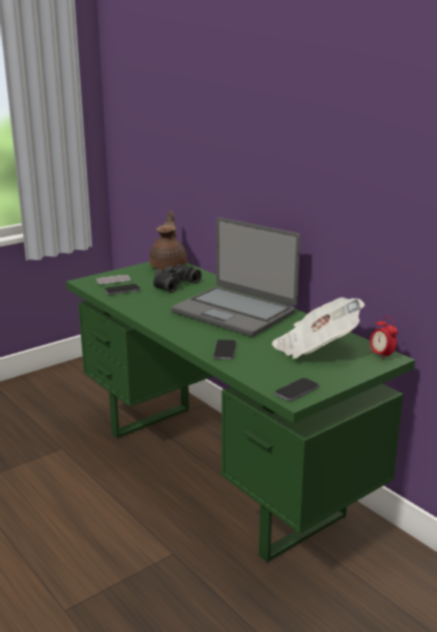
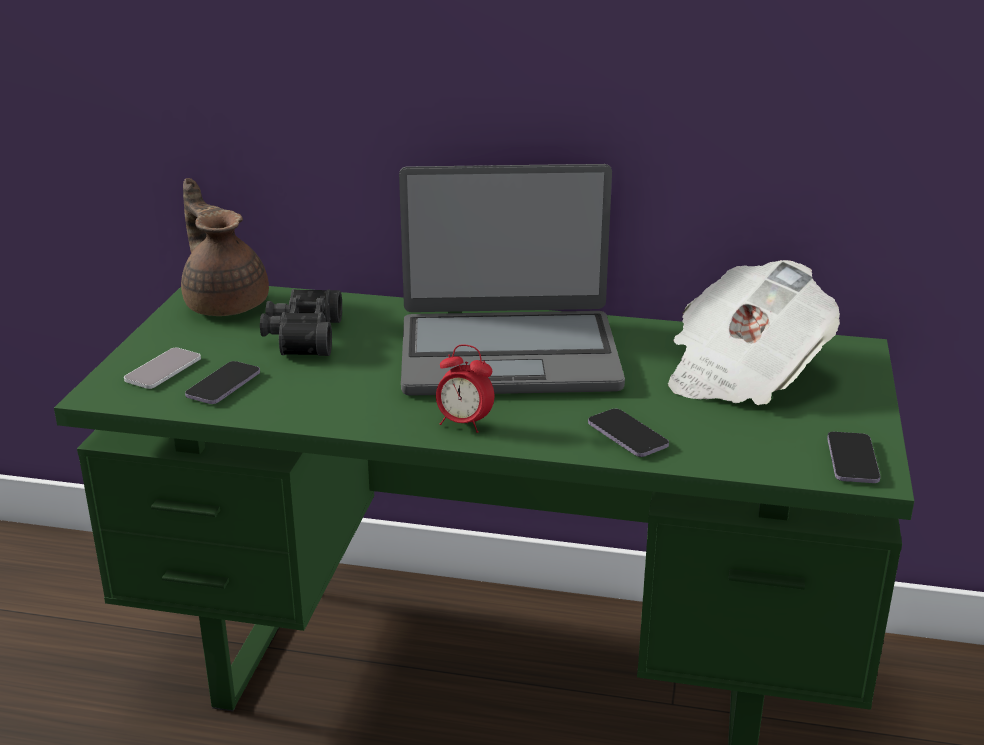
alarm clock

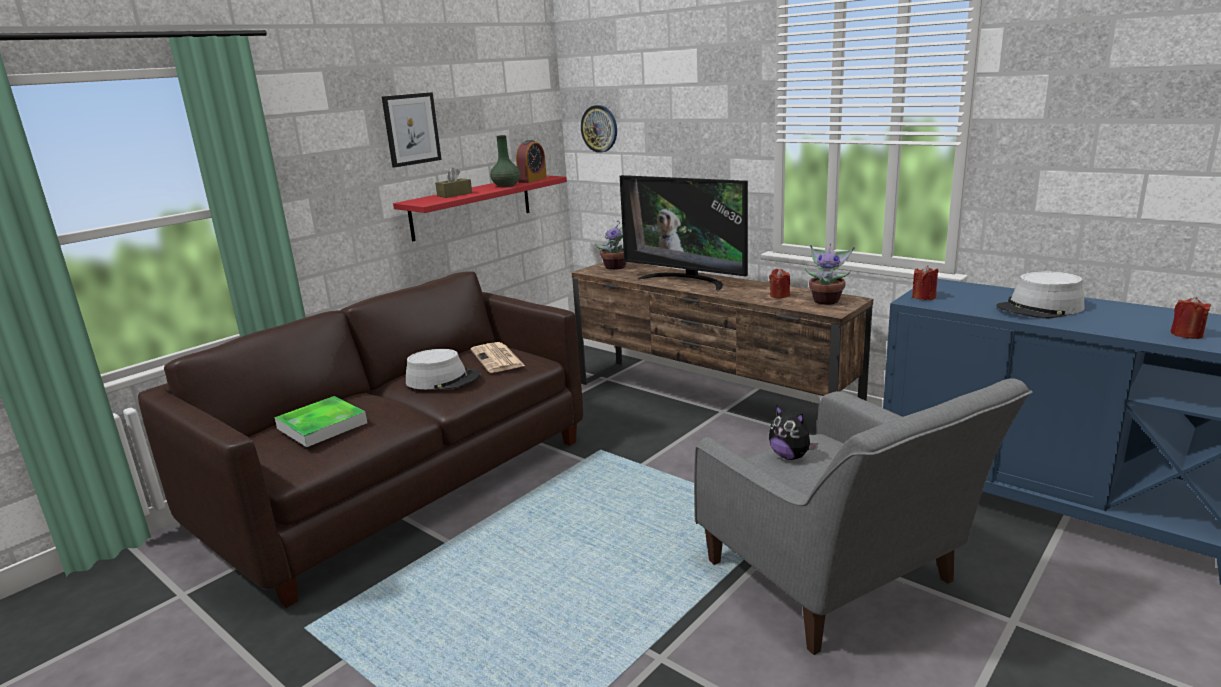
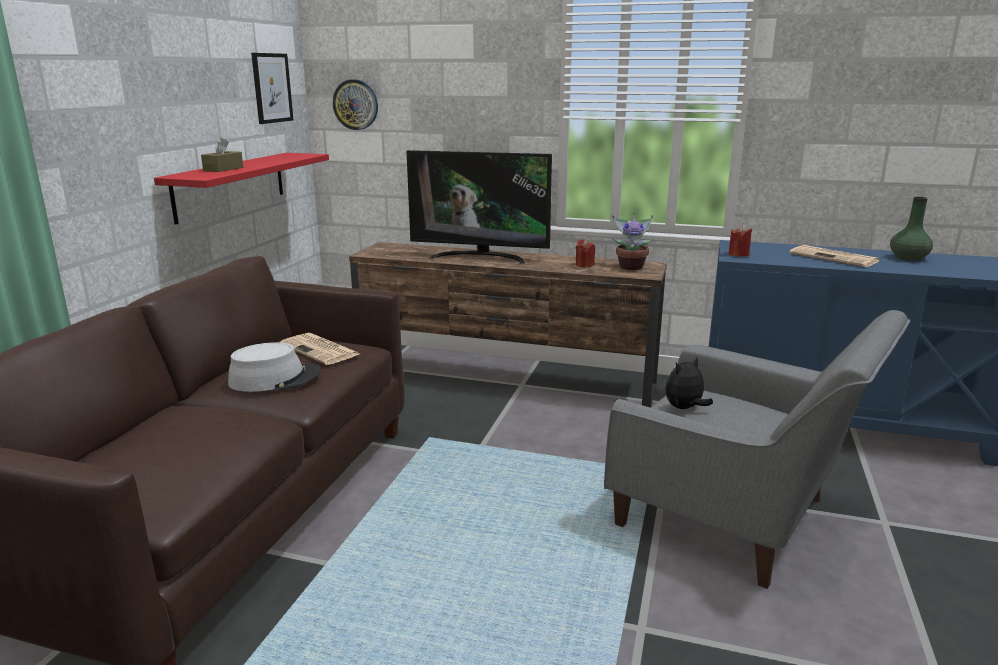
tray; picture; green vase; alarm clock; potted plant (no. 1 from left in the first image); plush toy; newspaper (no. 2 from left); red candle (no. 3 from left in the first image)

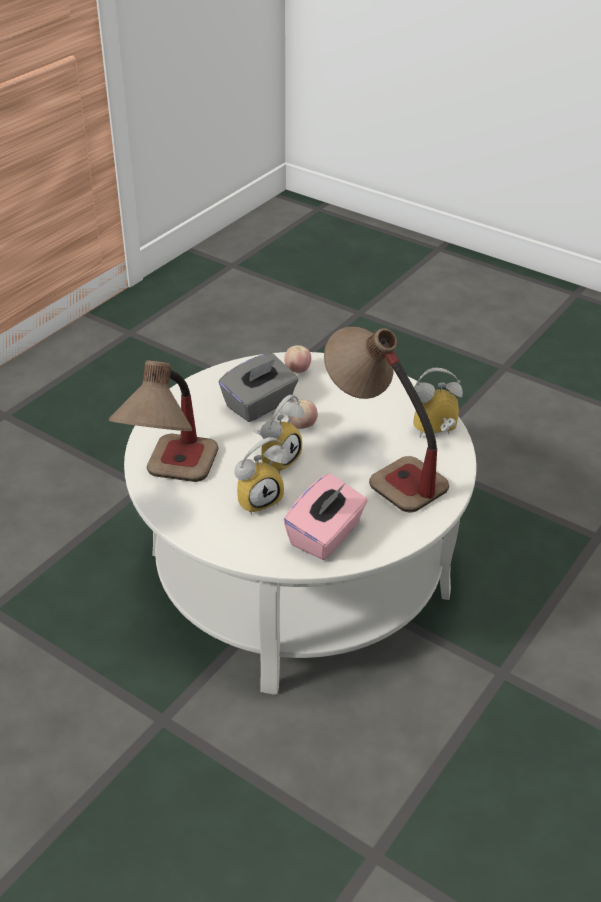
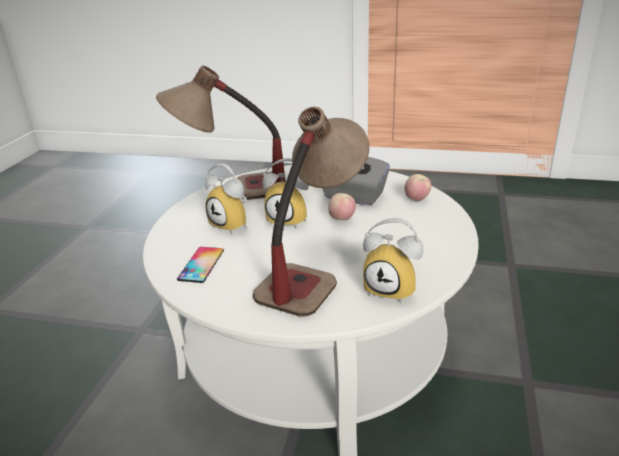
phone; alarm clock (no. 3 from left)

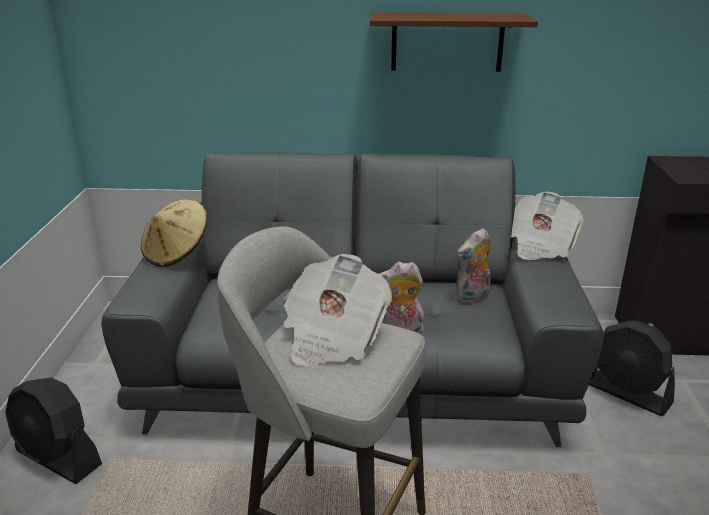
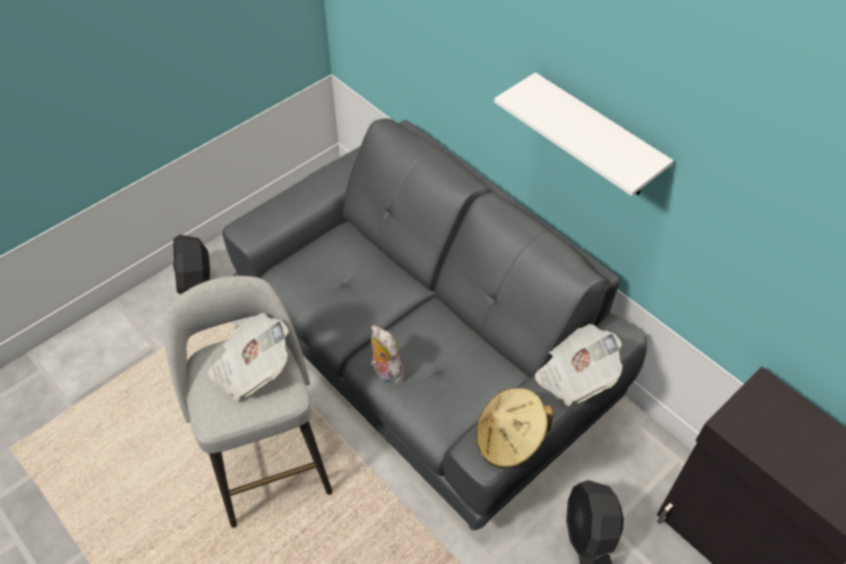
beige hat; white shelf; plush toy (no. 2 from left in the first image)

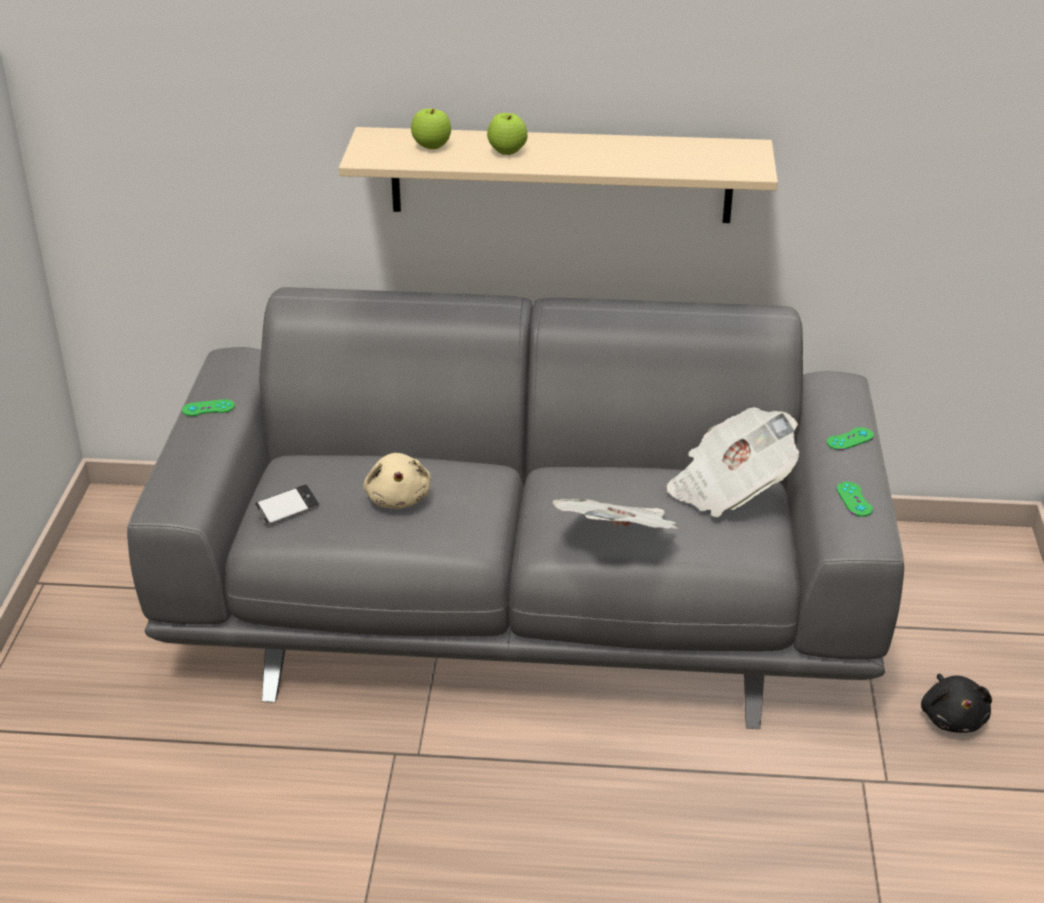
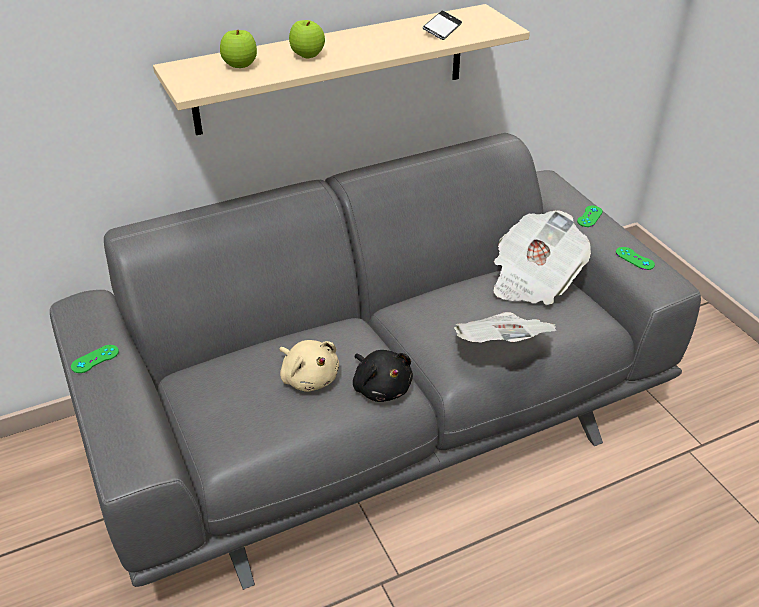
phone; black plush toy

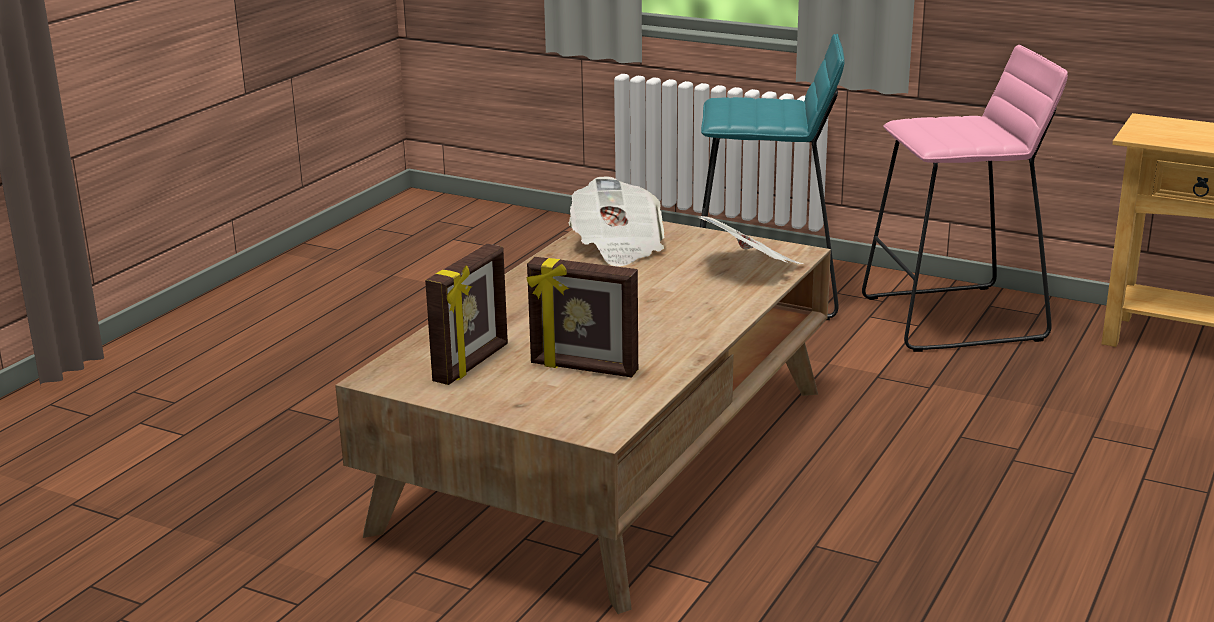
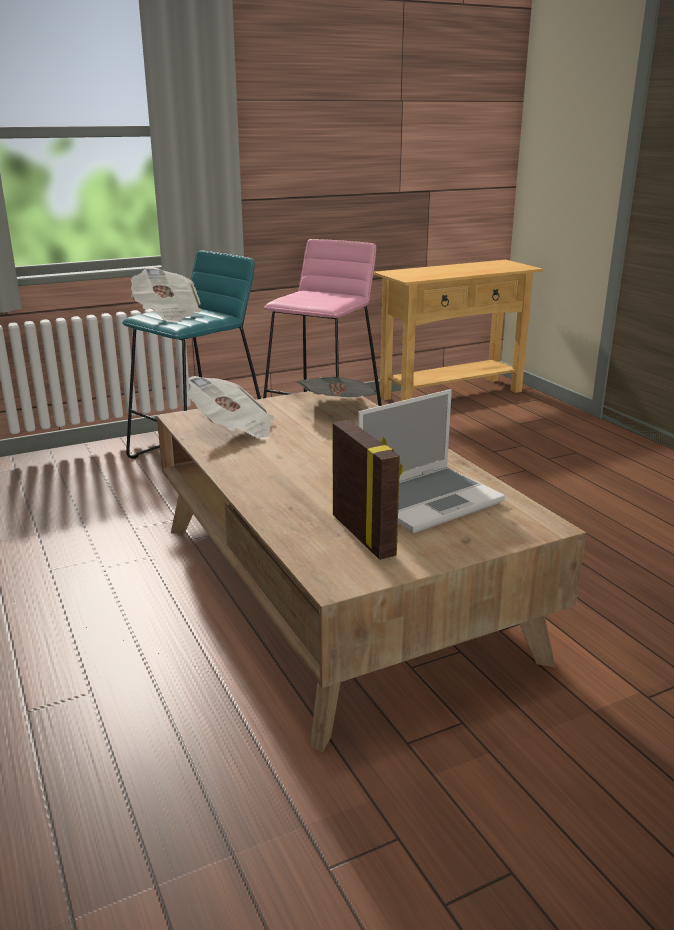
laptop; newspaper (no. 1 from left)

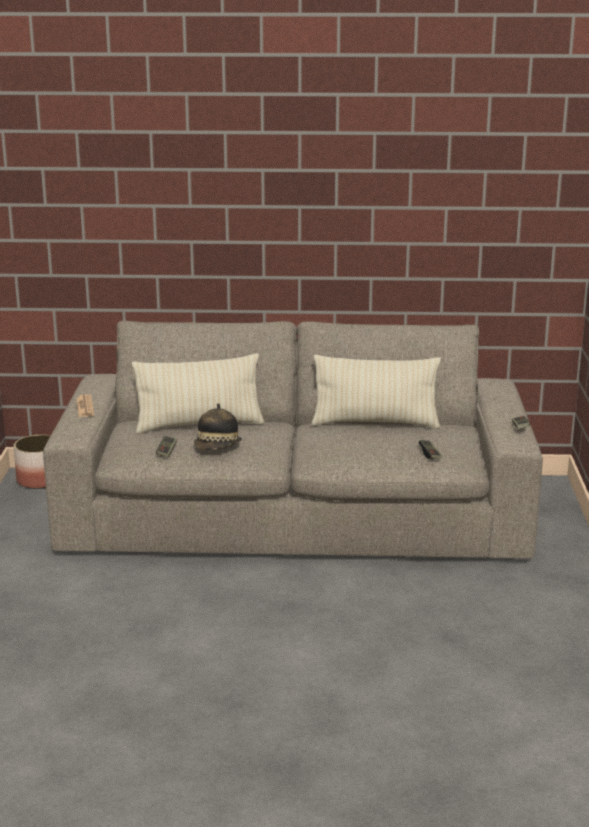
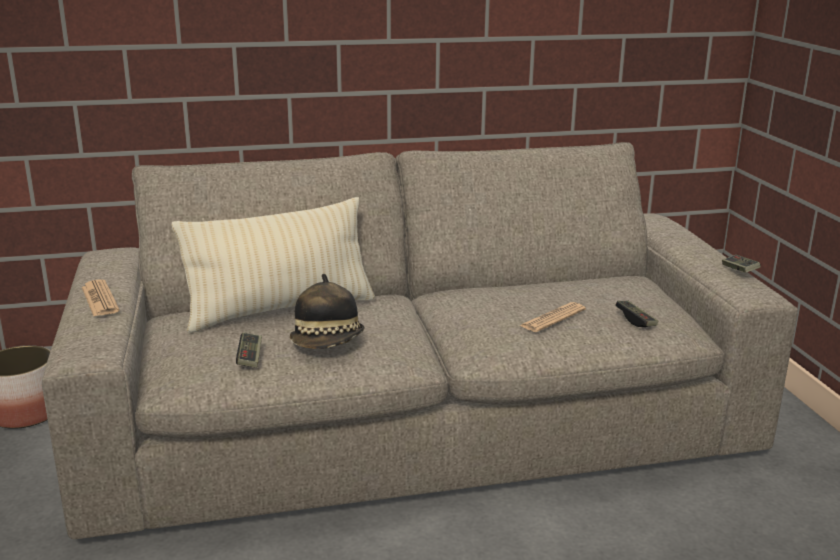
beige pillow (no. 2 from left in the first image); newspaper (no. 2 from left)

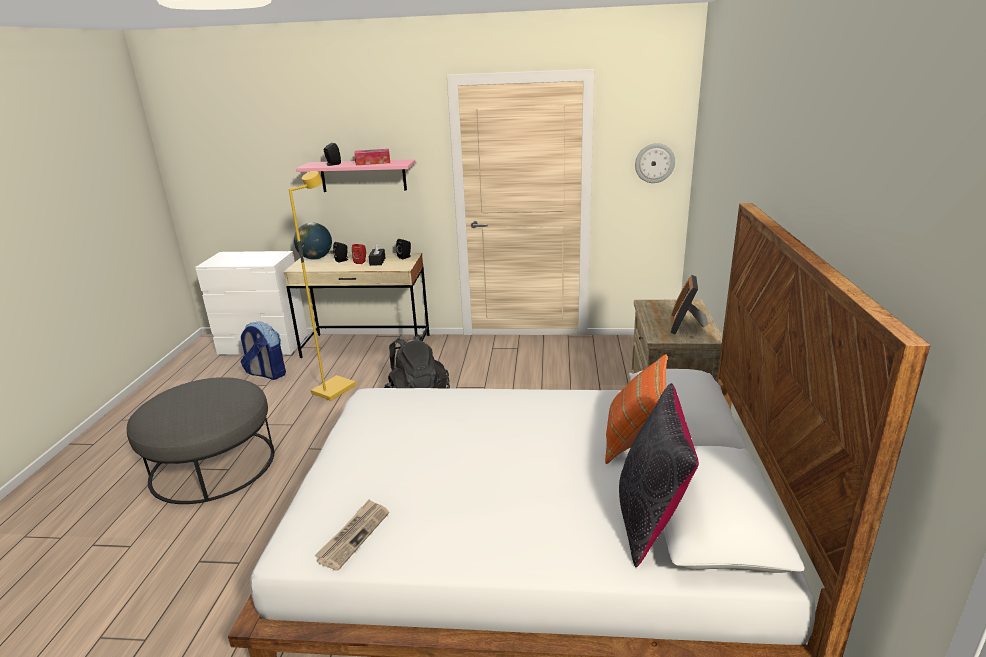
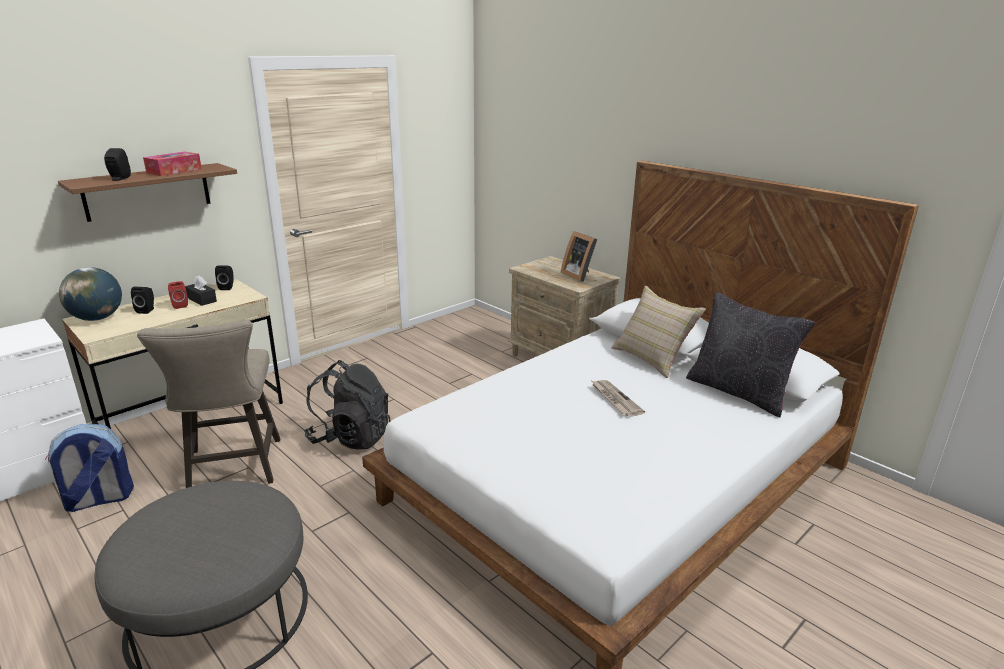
beige stool; brown shelf; newspaper; beige pillow; wall clock

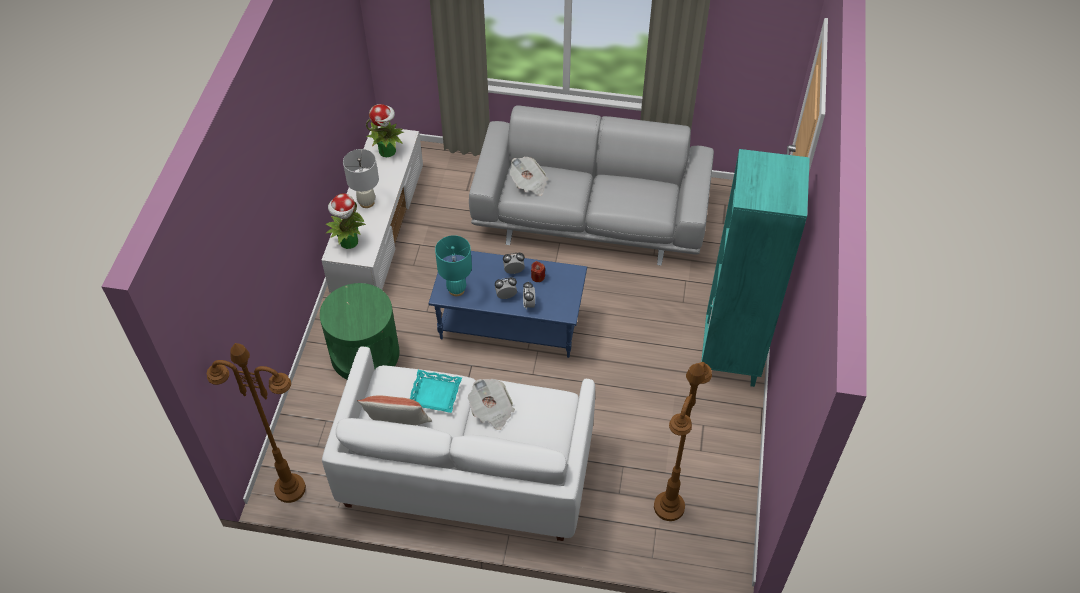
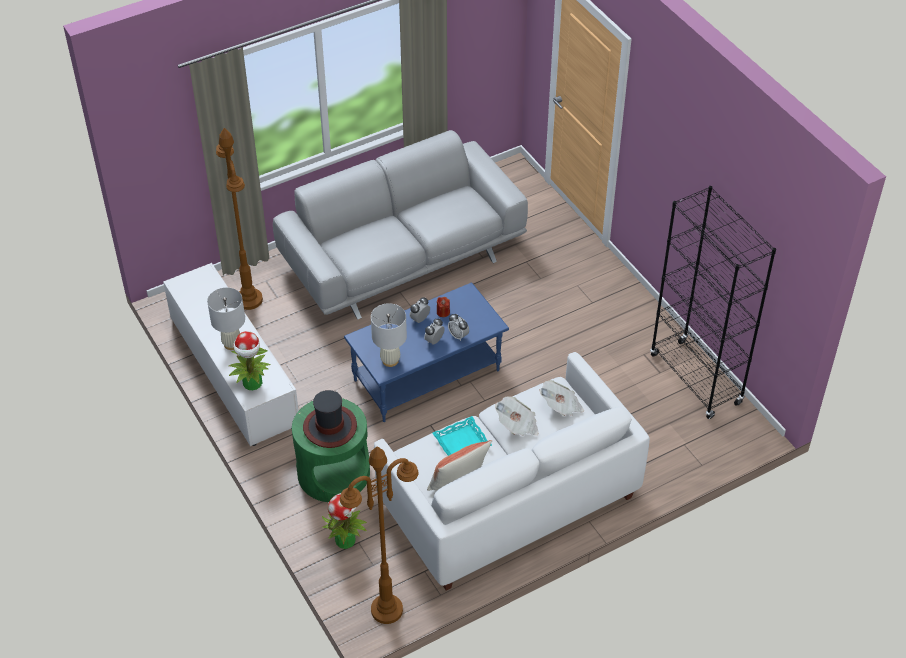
potted plant (no. 2 from left); white table lamp (no. 2 from left); newspaper (no. 2 from left); brown floor lamp (no. 1 from left); turquoise bookcase; hat; black bookcase

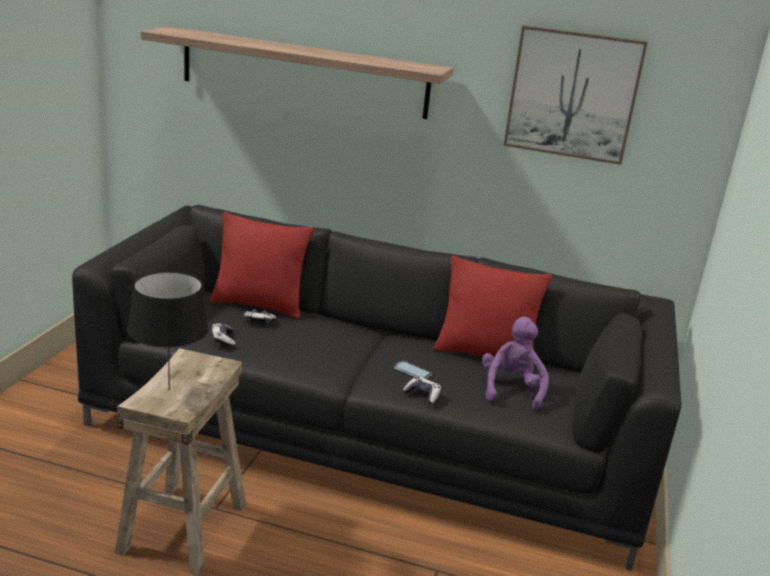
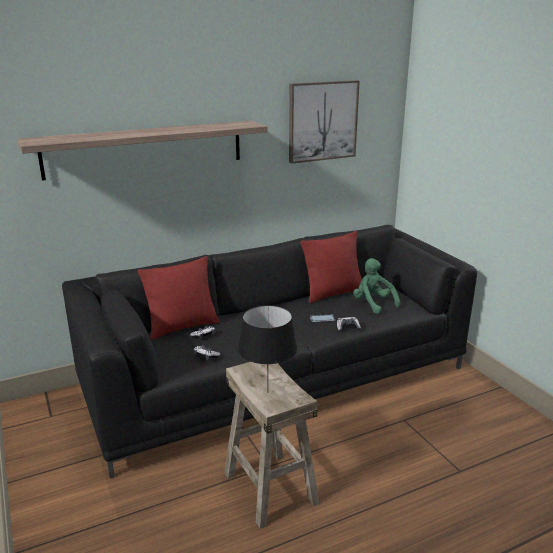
green plush toy

